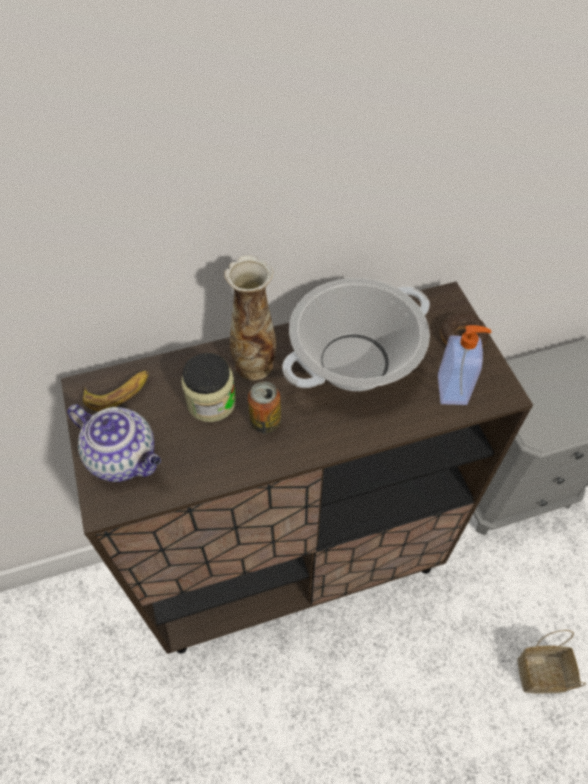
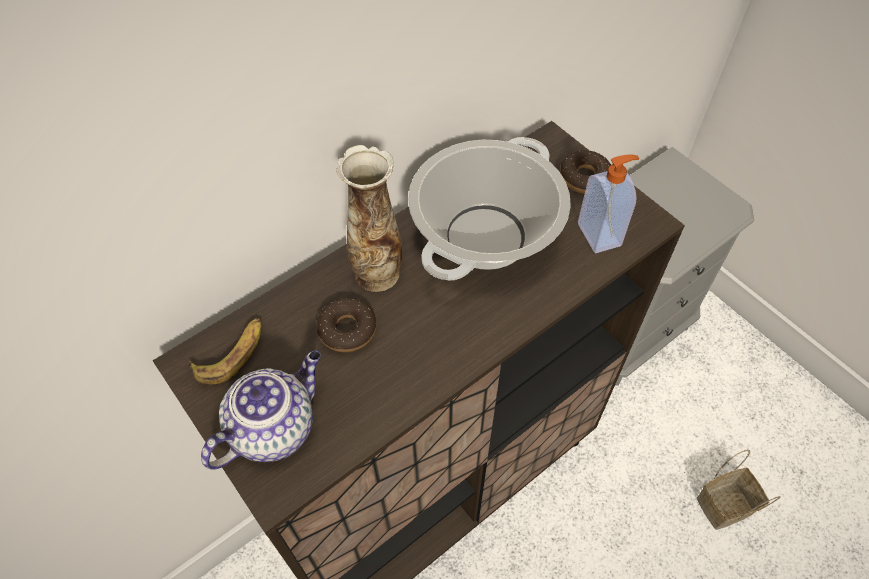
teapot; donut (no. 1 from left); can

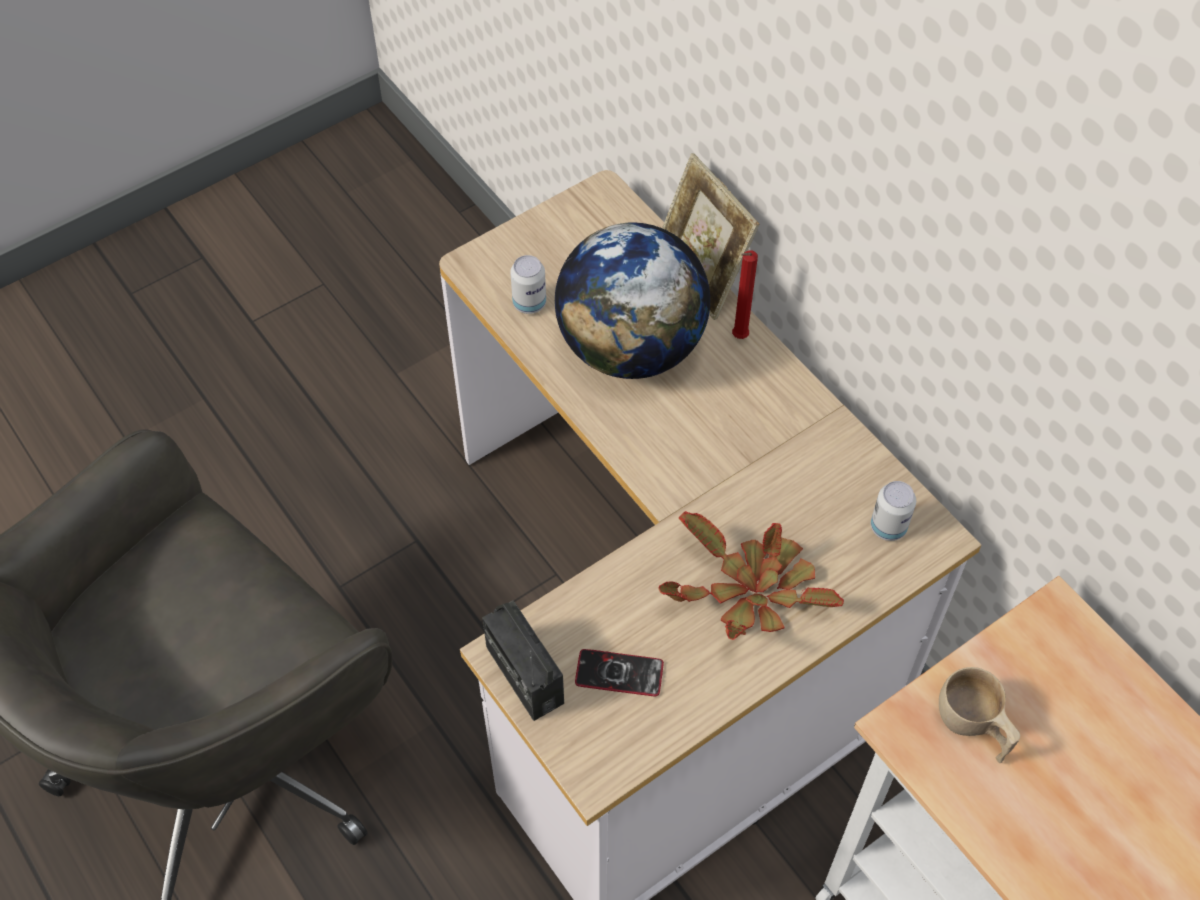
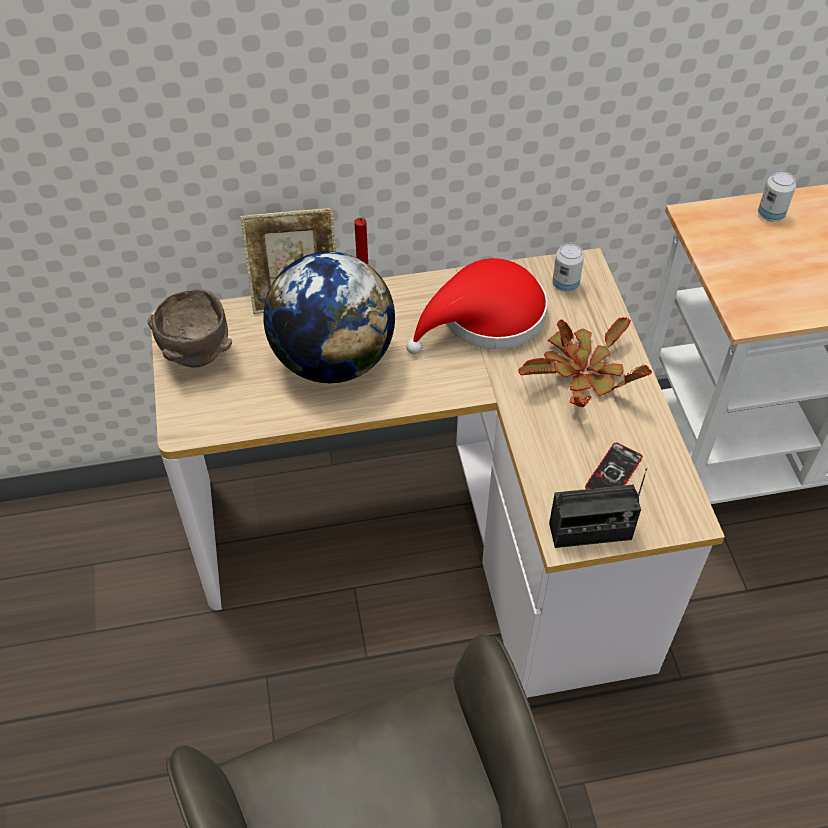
can (no. 2 from left); beige cup; brown bowl; red hat

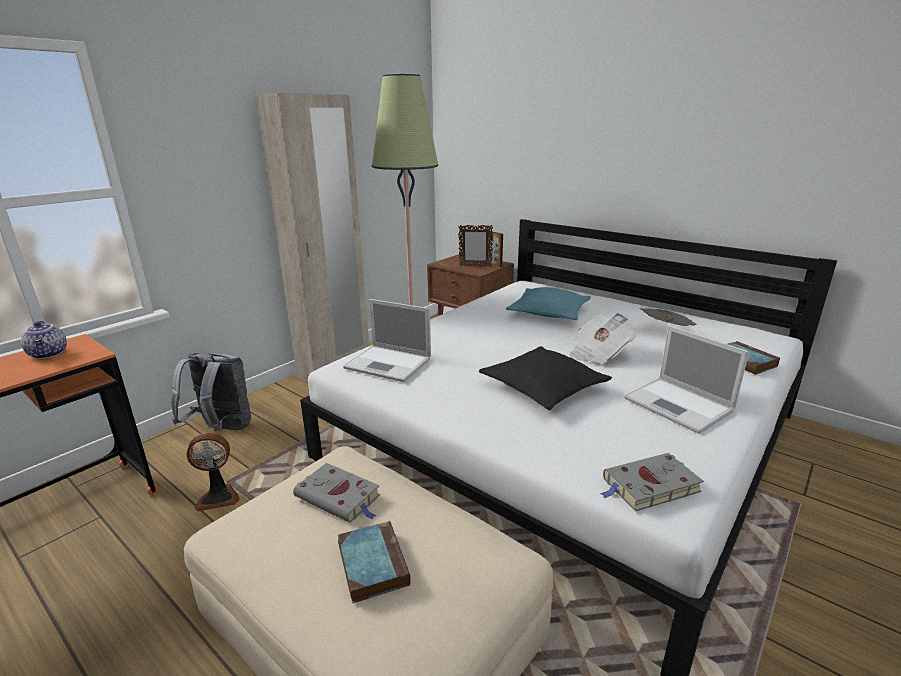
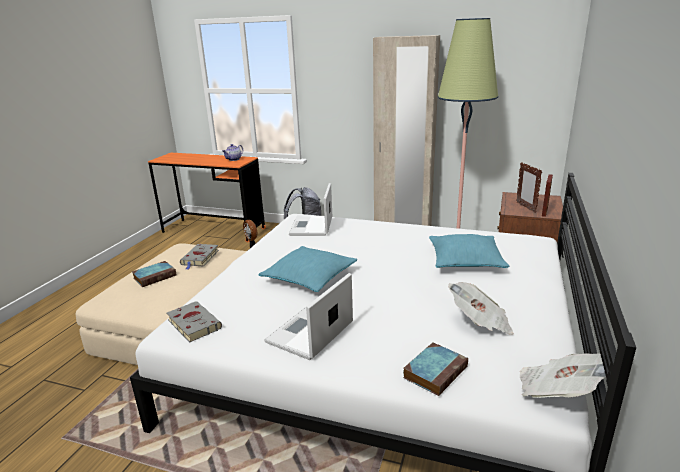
turquoise pillow (no. 1 from left); newspaper (no. 2 from left)

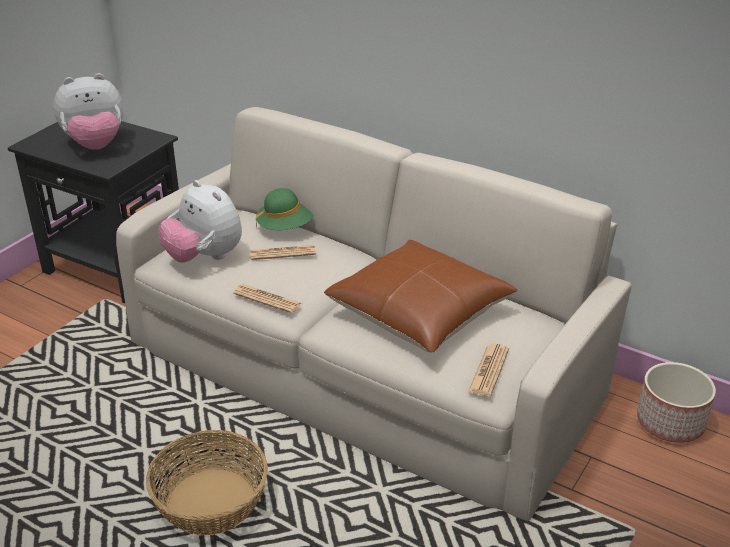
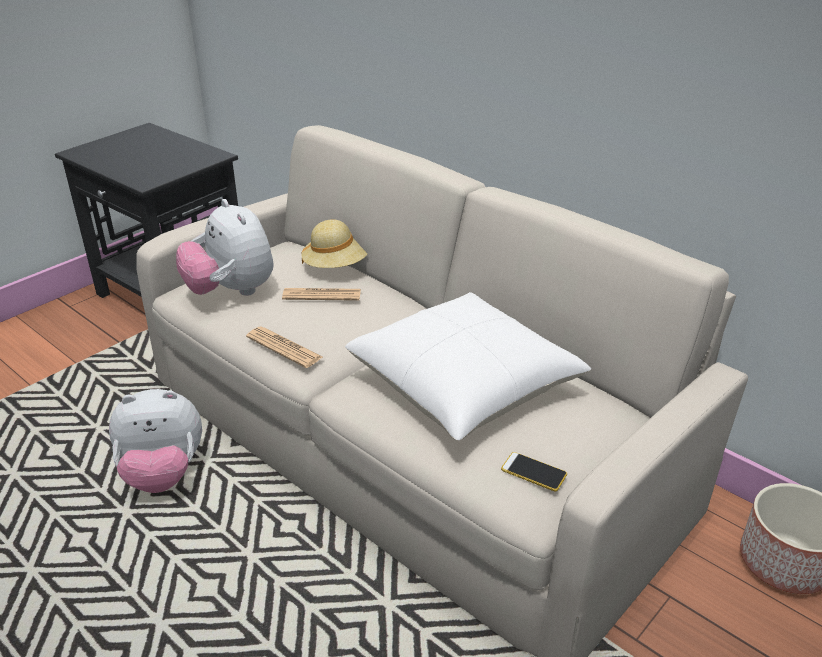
plush toy (no. 1 from left); basket; beige hat; white pillow; phone

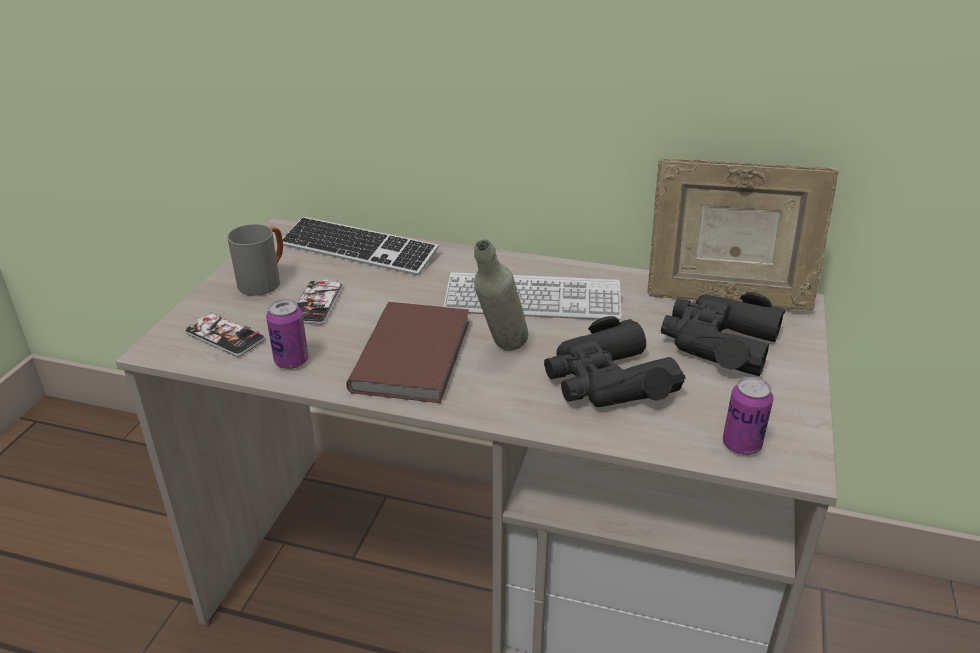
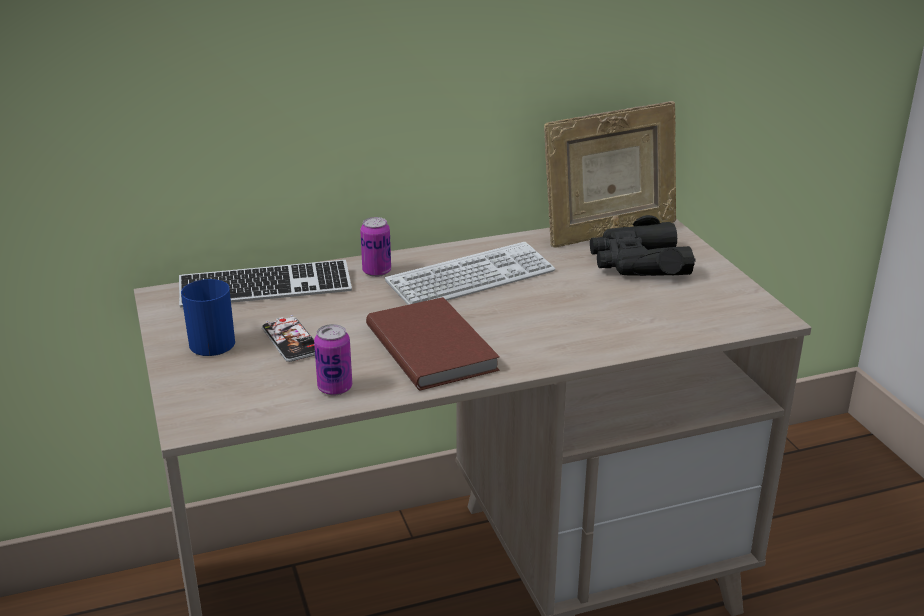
phone (no. 1 from left in the first image); blue mug; grey bottle; black binoculars (no. 1 from left in the first image); can (no. 2 from left)

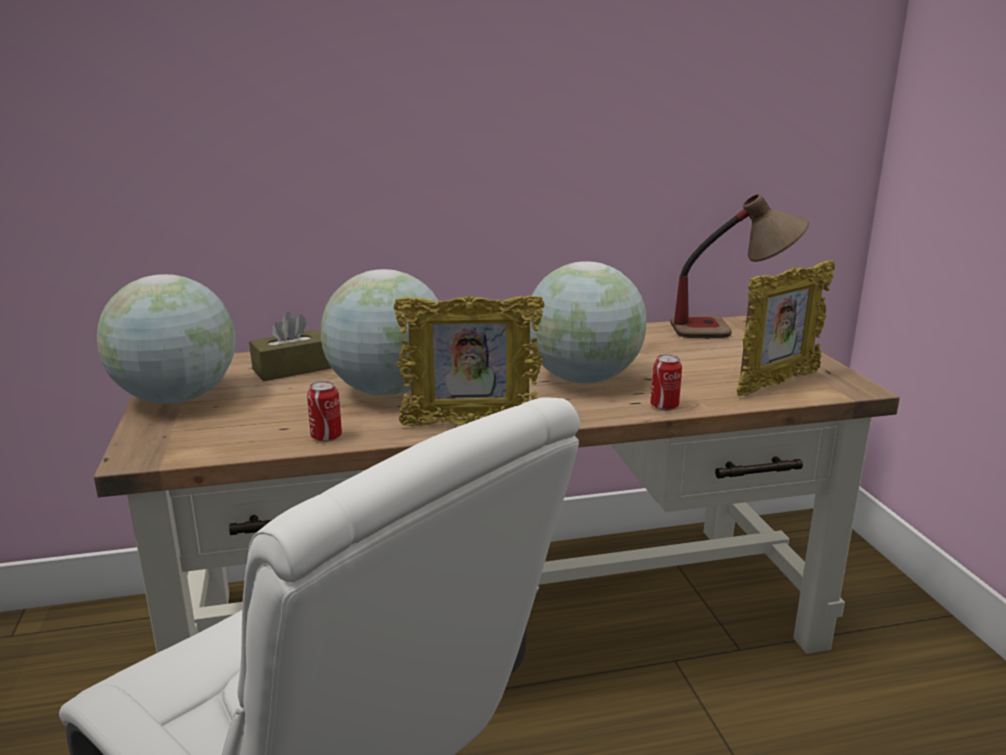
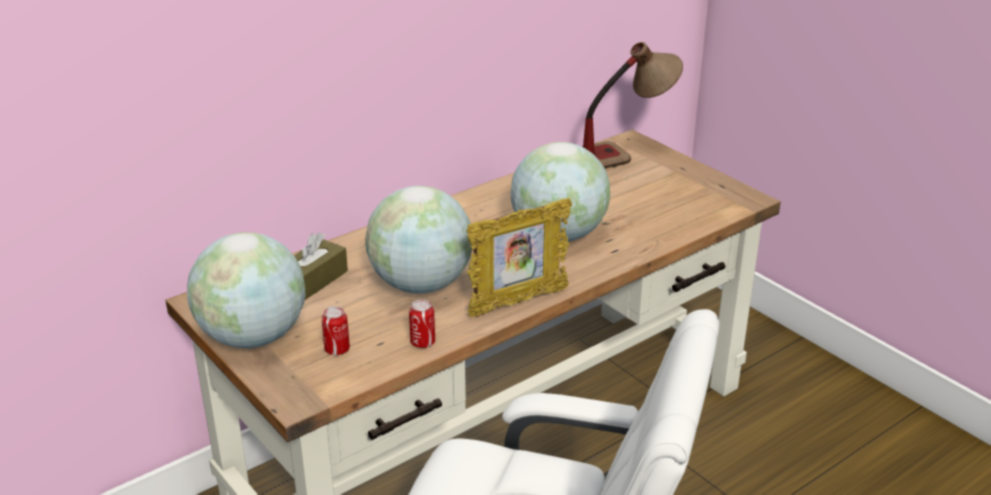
can (no. 1 from left); picture frame (no. 2 from left in the first image)

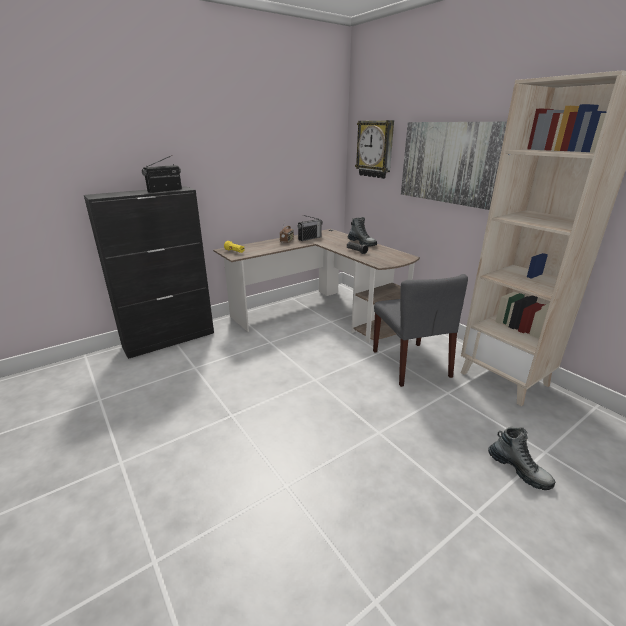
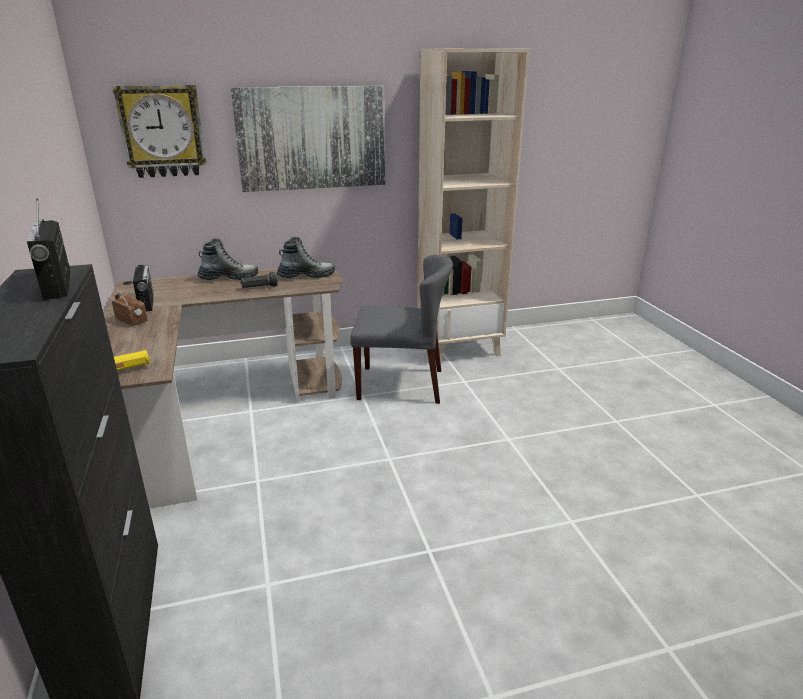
boot (no. 2 from left)

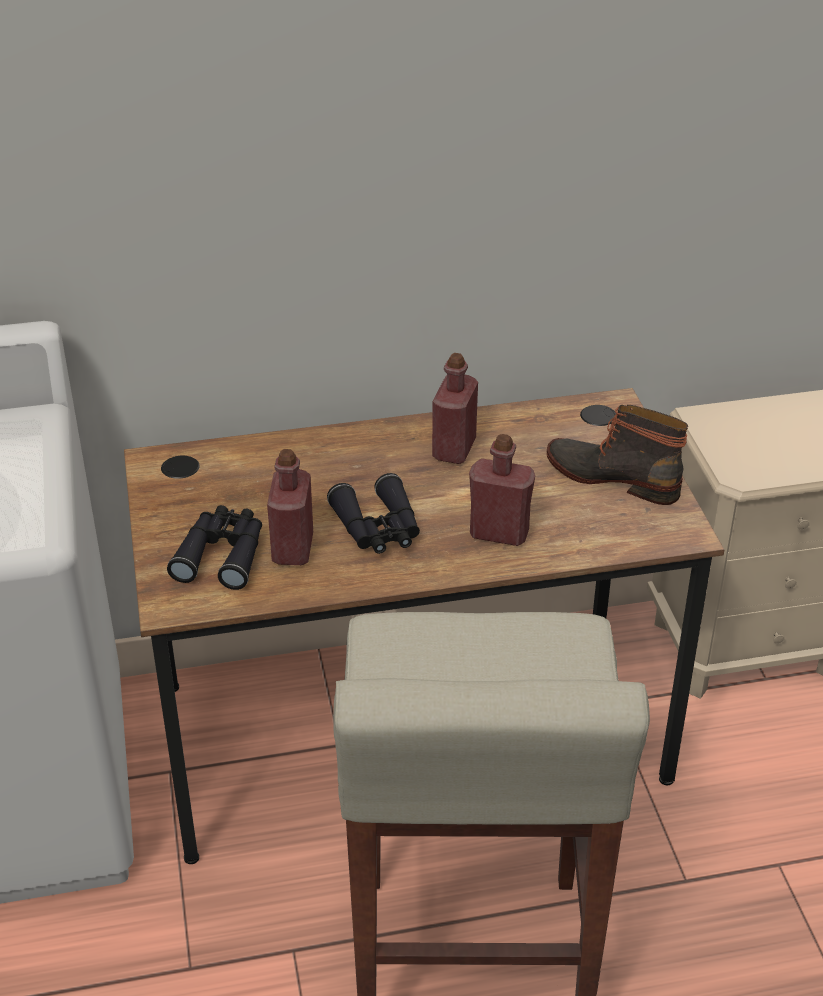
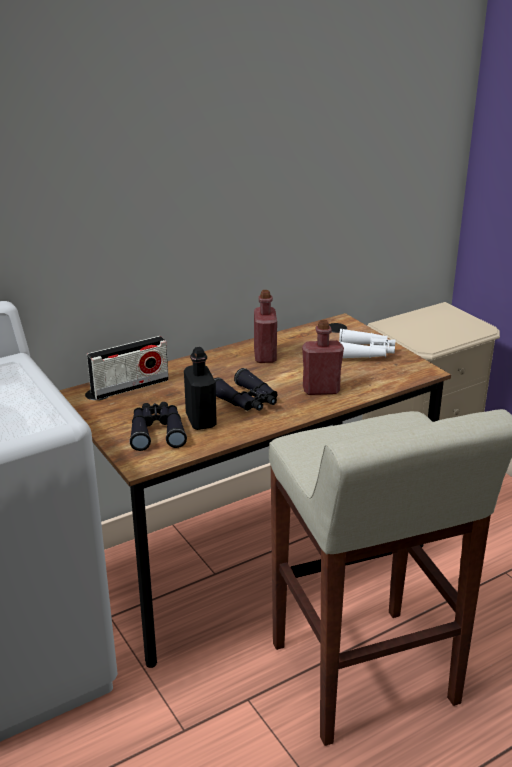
black bottle; white binoculars; radio

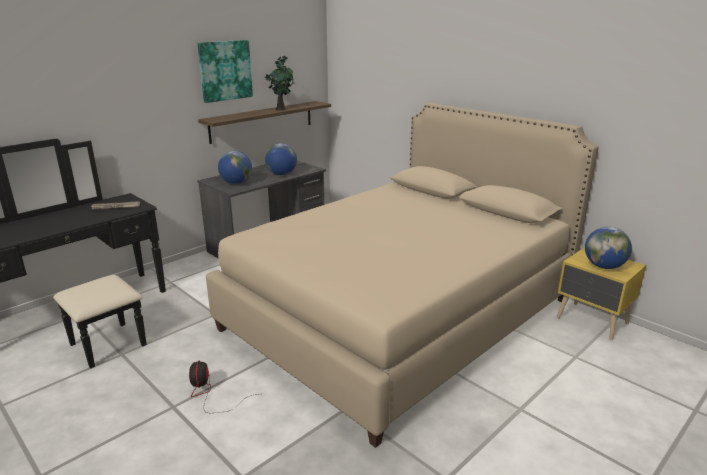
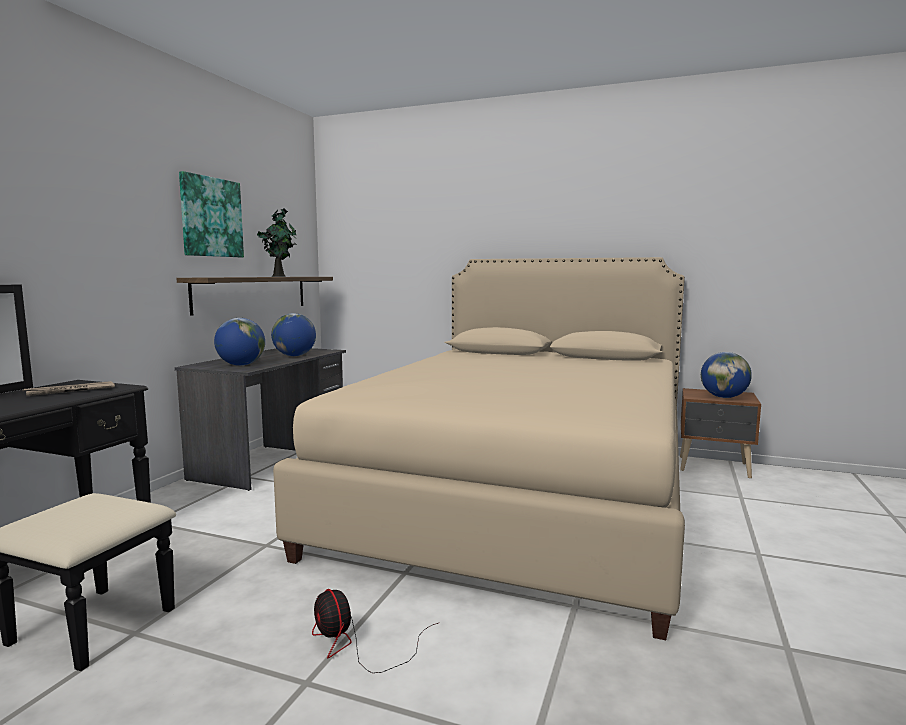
brown nightstand

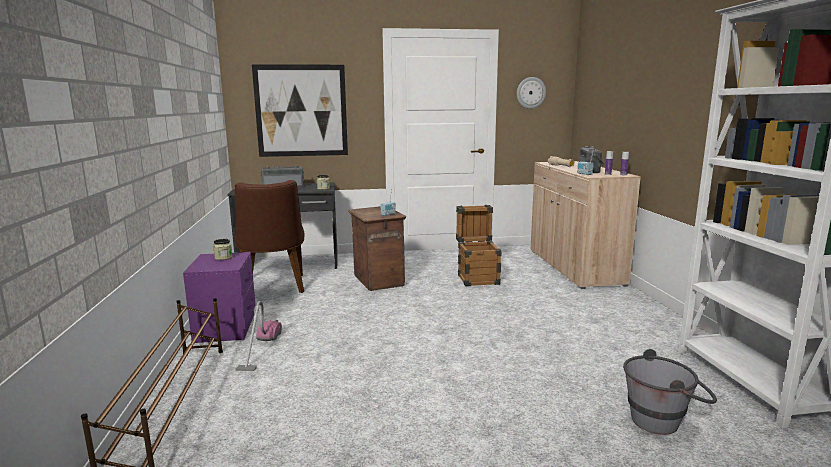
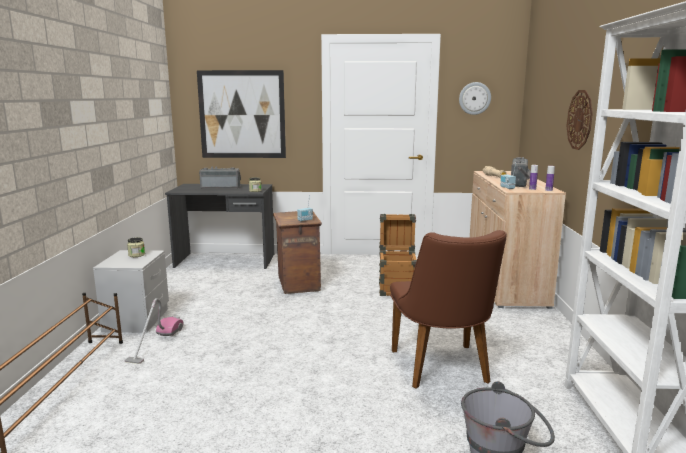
grey nightstand; brown chair; wall clock (no. 2 from left)

